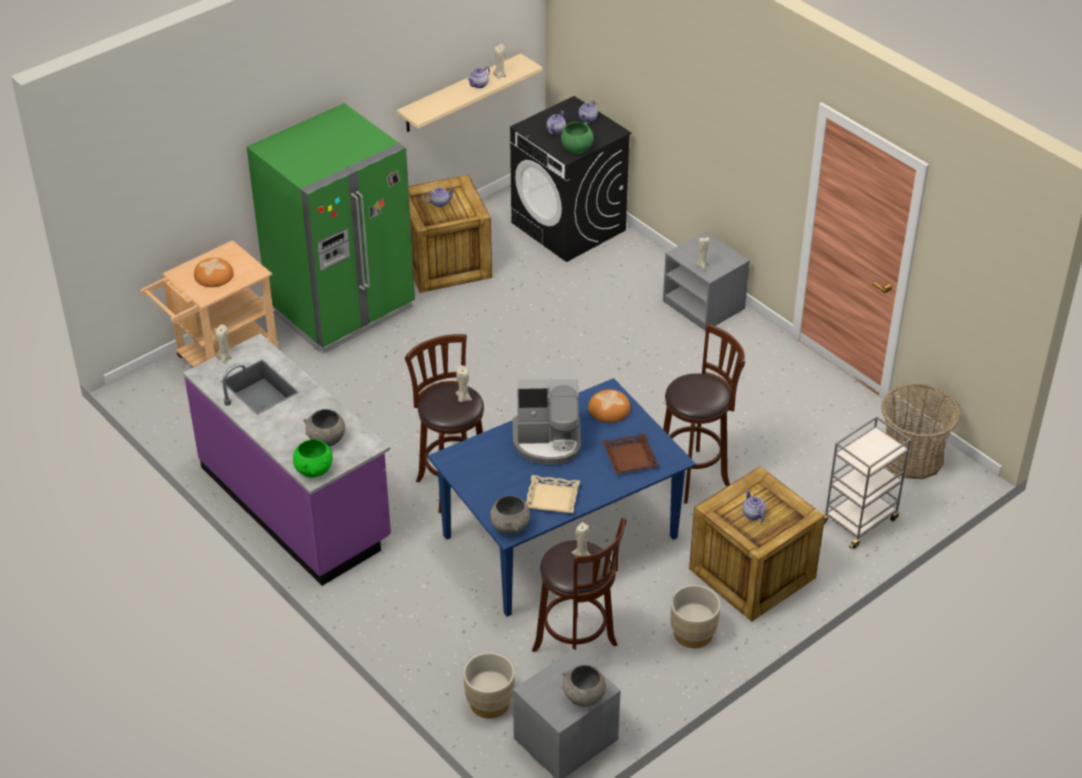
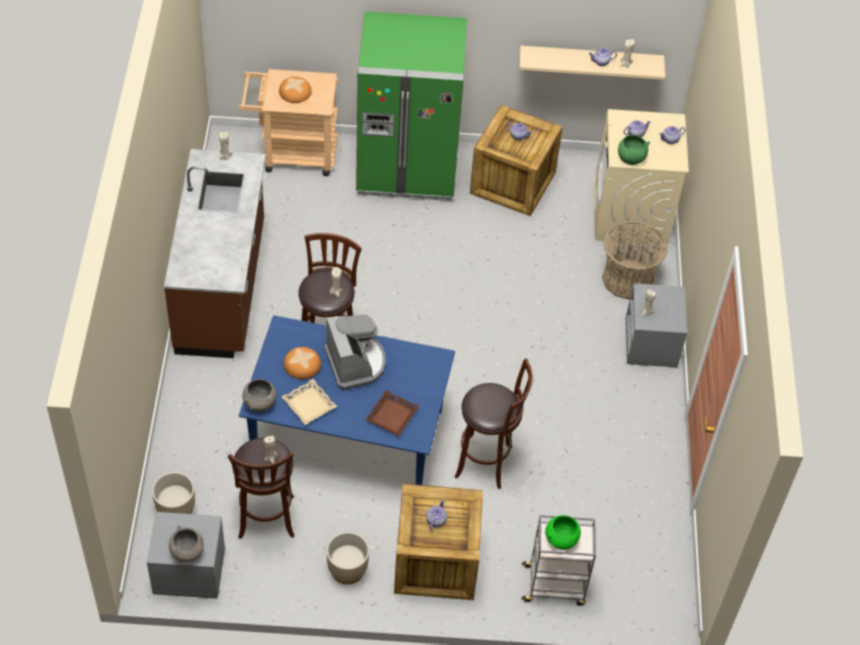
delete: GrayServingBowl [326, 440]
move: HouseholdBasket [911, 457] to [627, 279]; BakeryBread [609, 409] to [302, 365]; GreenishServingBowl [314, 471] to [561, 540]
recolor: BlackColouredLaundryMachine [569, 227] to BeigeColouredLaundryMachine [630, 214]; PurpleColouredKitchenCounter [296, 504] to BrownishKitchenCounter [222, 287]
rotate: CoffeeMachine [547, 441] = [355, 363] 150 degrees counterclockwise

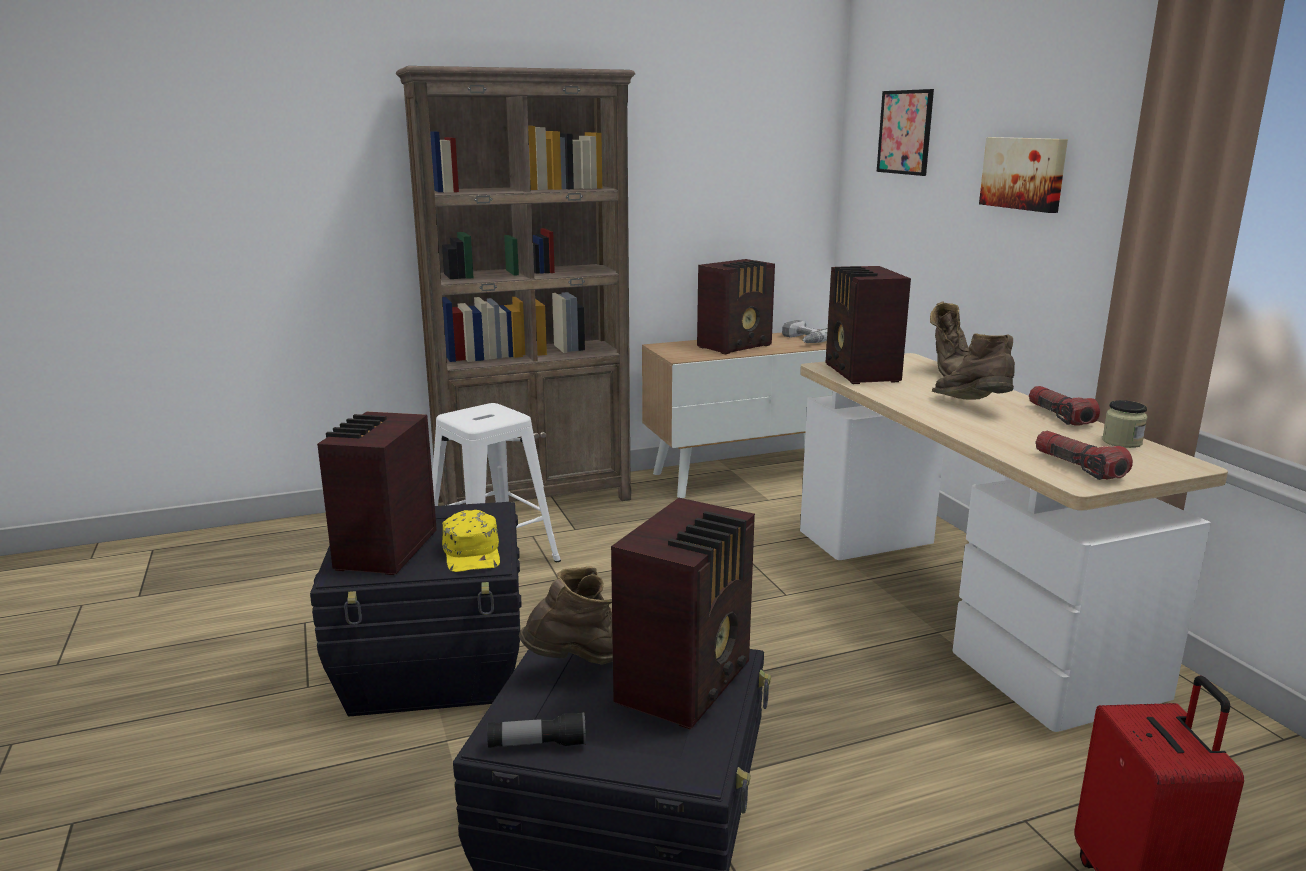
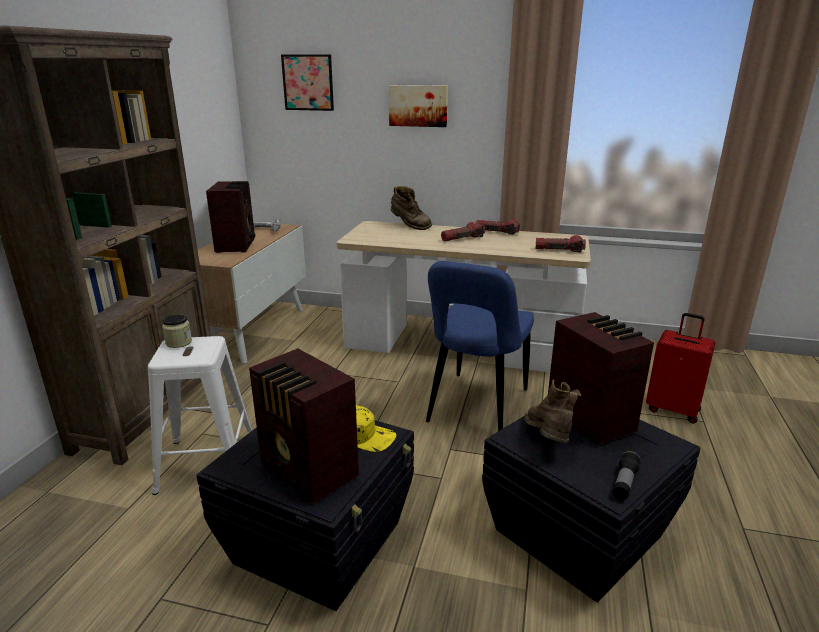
delete: RadioSet [861, 373]
insert: BlueColouredChair [475, 408]
move: Jar [1122, 442] to [178, 342]
replace: BrownishBoot [972, 407] to Flashlight [462, 239]

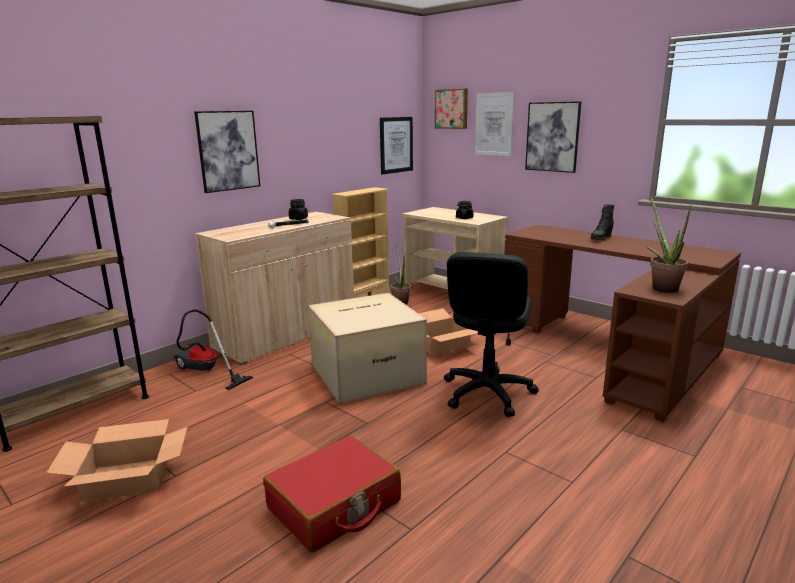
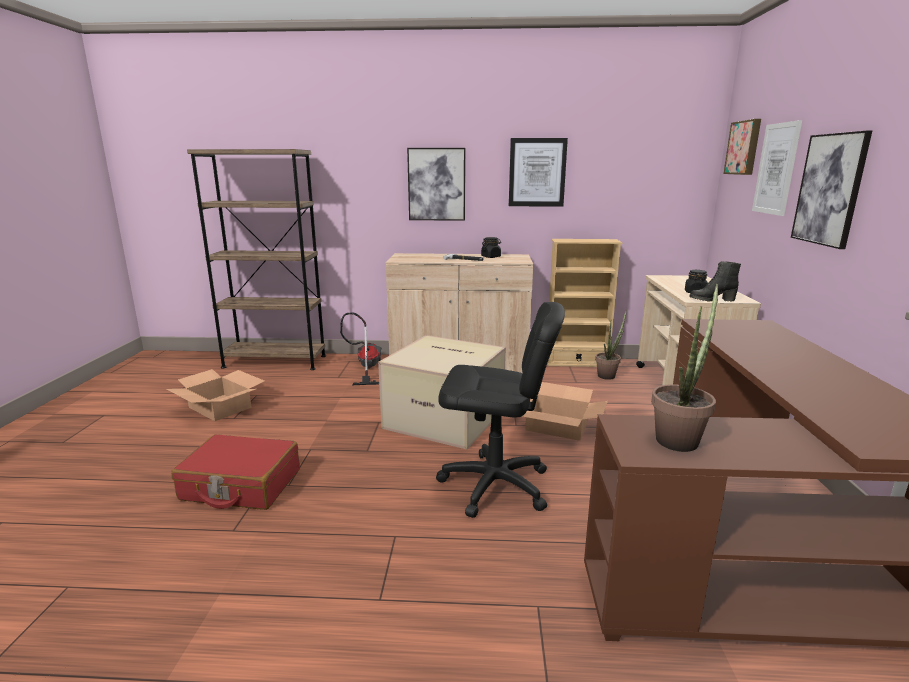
move: Picture [396, 145] to [537, 172]; BlackColouredBoot [600, 238] to [711, 300]
rotate: BlackColouredDeskChair [487, 393] = [495, 485] 150 degrees counterclockwise

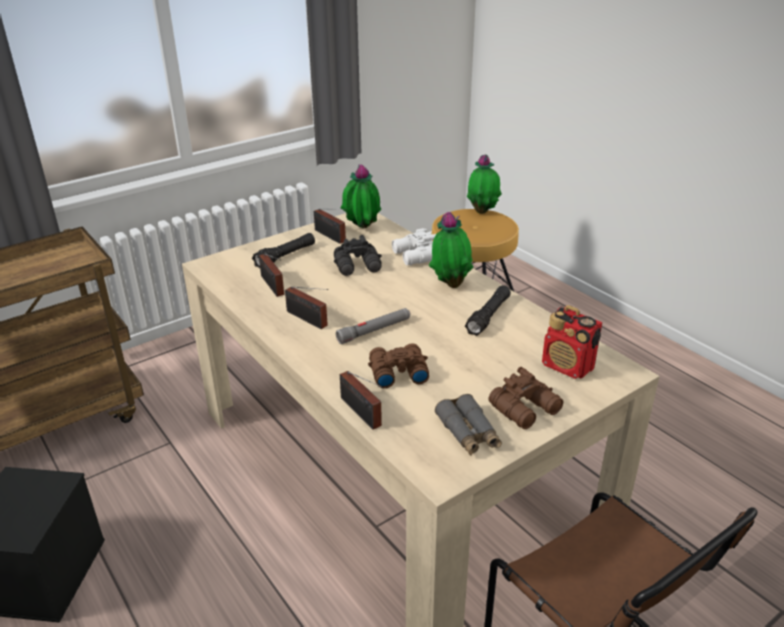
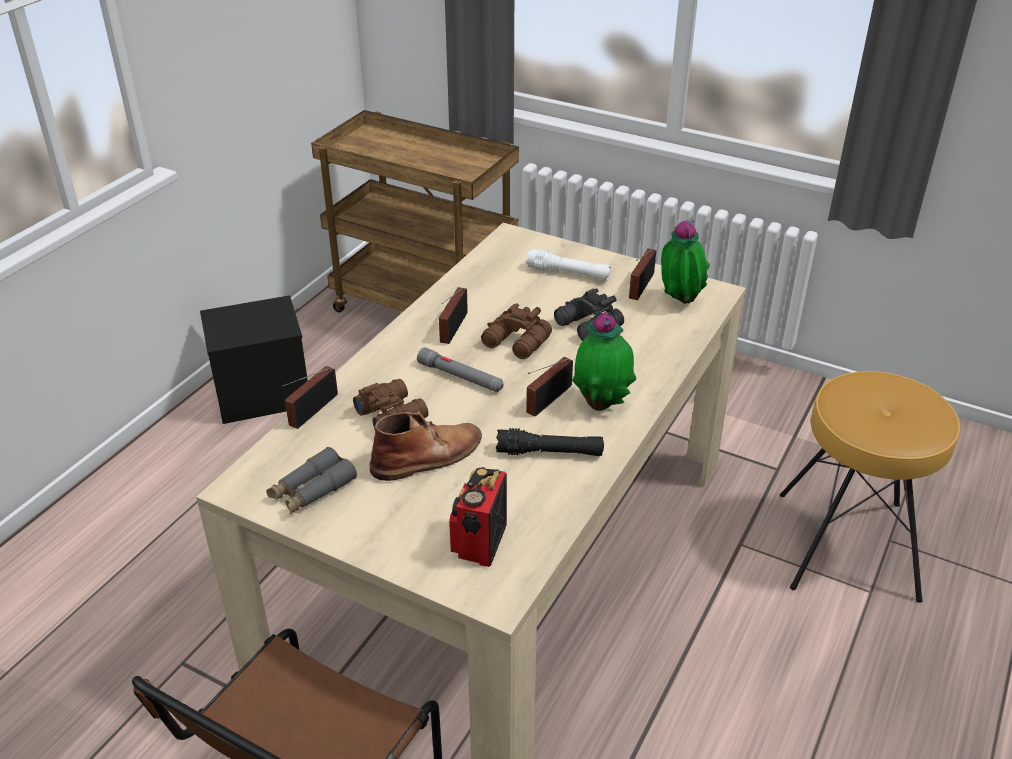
delete: PlantInAPot [482, 211]; WhitishPairOfBinoculars [415, 256]
insert: BrownishBoot [428, 456]
move: RadioSet [272, 286] to [546, 400]; BrownishPairOfBinoculars [526, 409] to [516, 343]
recolor: BlackColouredFlashlight [285, 256] to WhitishFlashlight [568, 273]

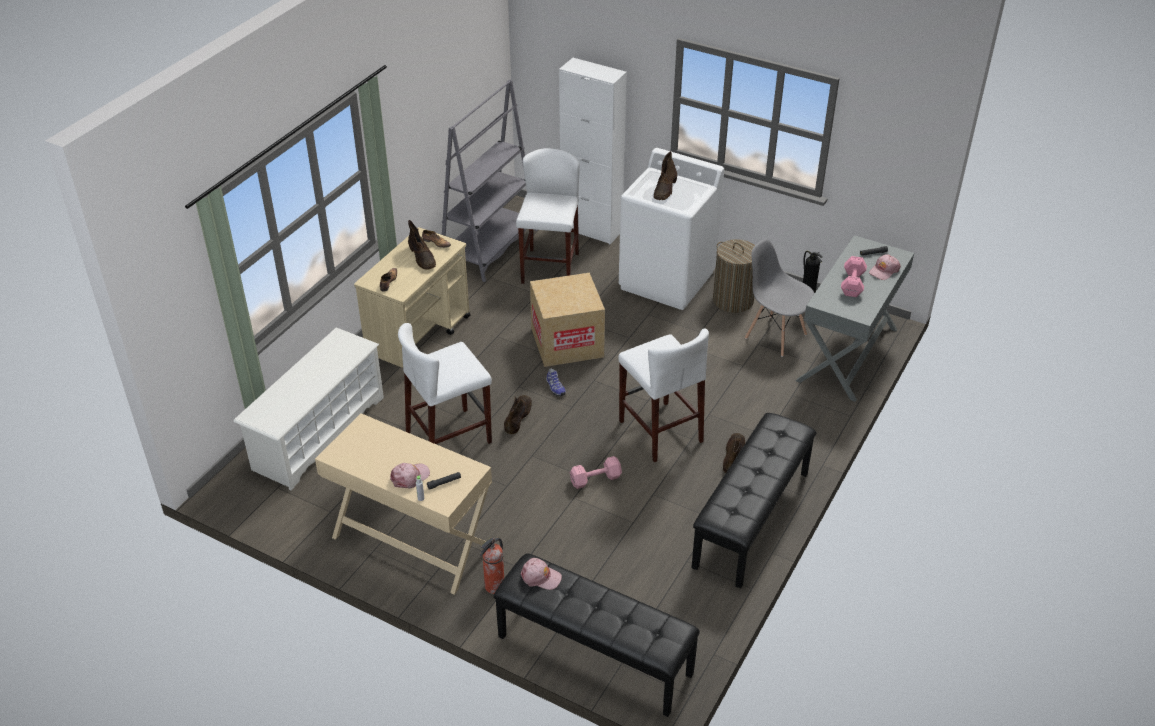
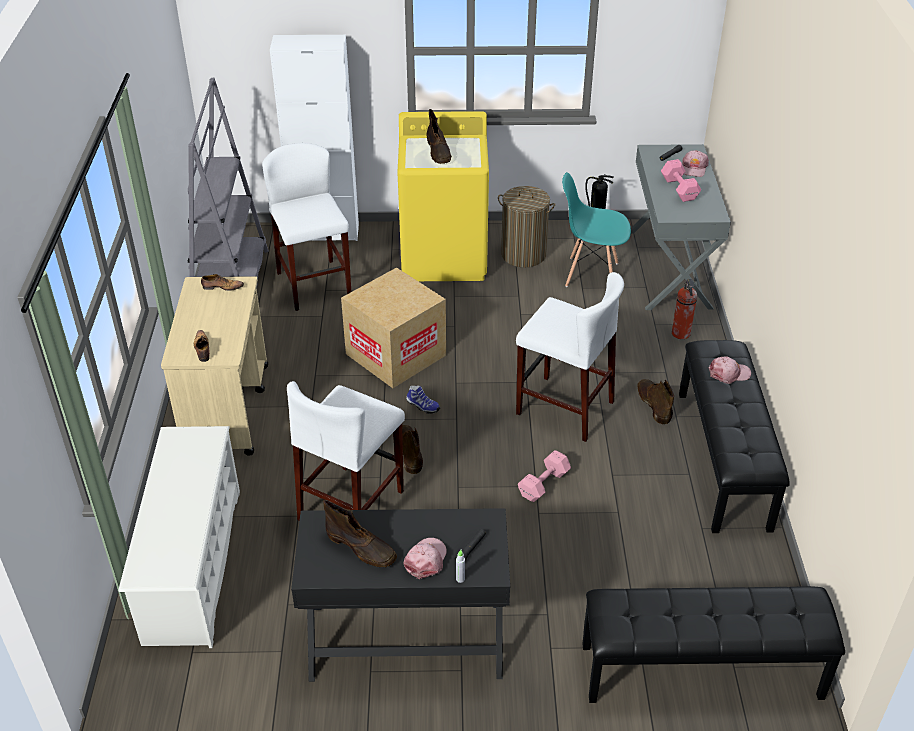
move: BrownishBoot [422, 257] to [362, 548]; Extinguisher [494, 587] to [681, 334]; PinkCap [540, 577] to [729, 373]
recolor: WhitishLaundryMachine [667, 280] to YellowLaundryMachine [444, 257]; GrayChair [775, 336] to TurquoiseColouredChair [591, 274]; BeigeColouredDeskUnit [412, 542] to BlackColouredDeskUnit [406, 641]

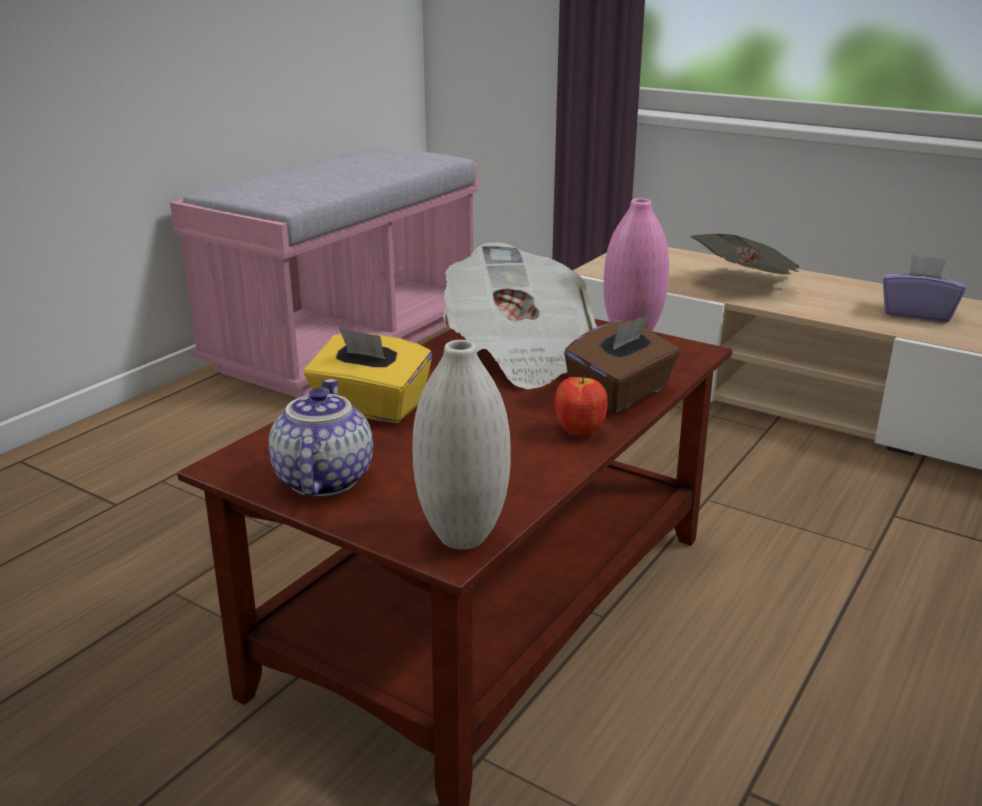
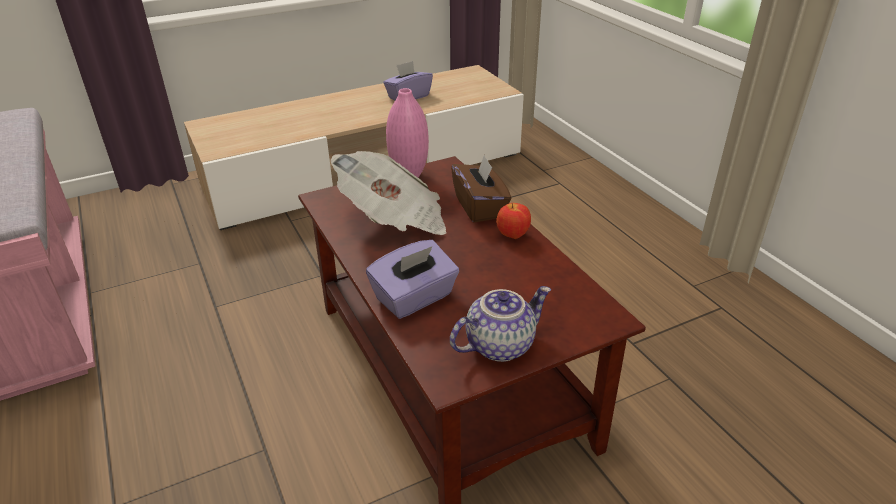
delete: PrintedPaper [746, 284]; WhitishVase [462, 537]
recolor: YellowBoxOfTissues [370, 407] to PurpleColouredBoxOfTissues [415, 298]
rotate: TeaPot [321, 479] = [499, 344] 120 degrees clockwise

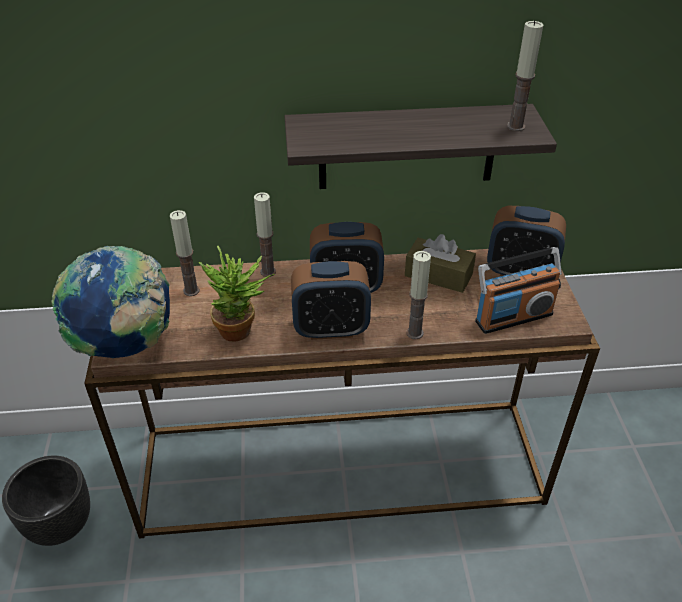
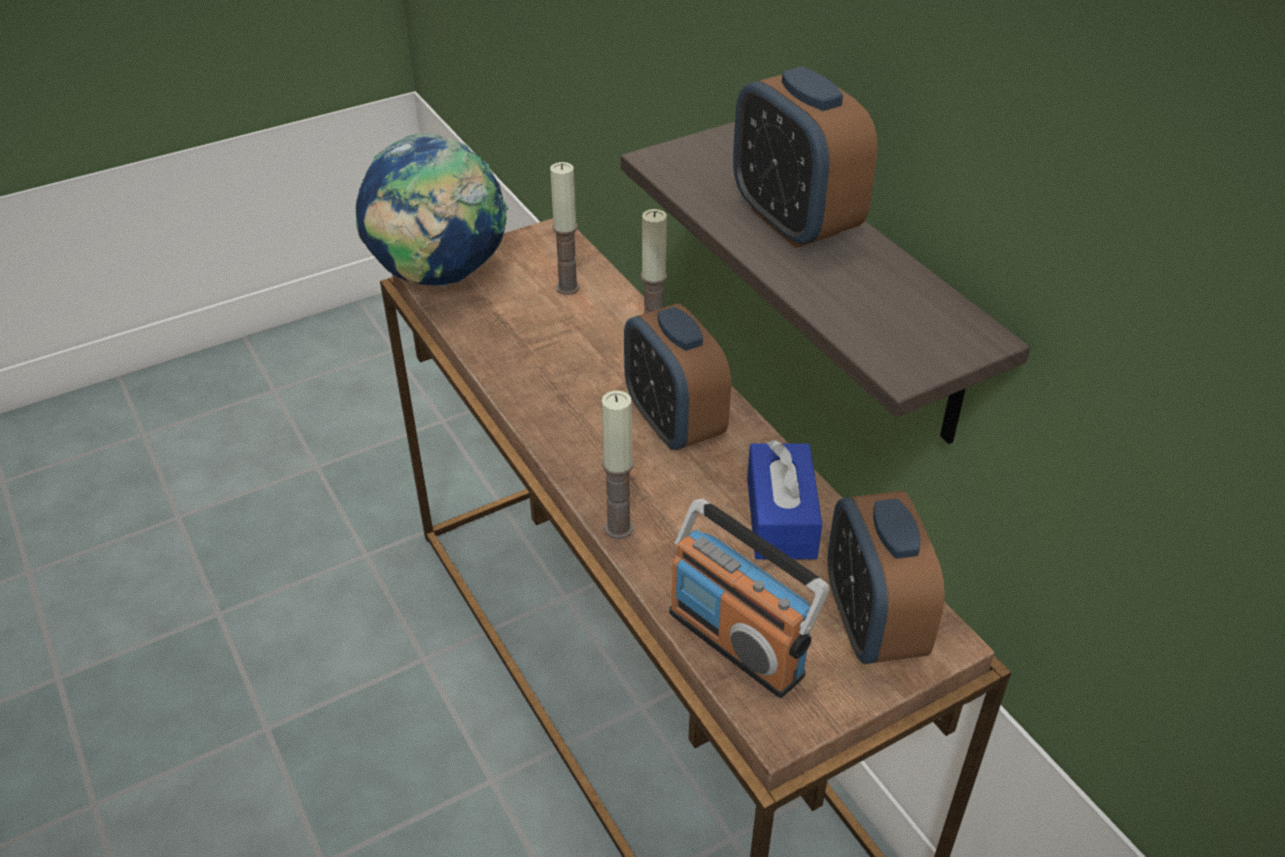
delete: WaxCandle [516, 126]; PlantInAPot [242, 331]; BlackColouredPlanter [60, 526]
move: BedsideClock [331, 329] to [794, 221]
recolor: BrownishBoxOfTissues [438, 275] to BlueColouredBoxOfTissues [781, 517]

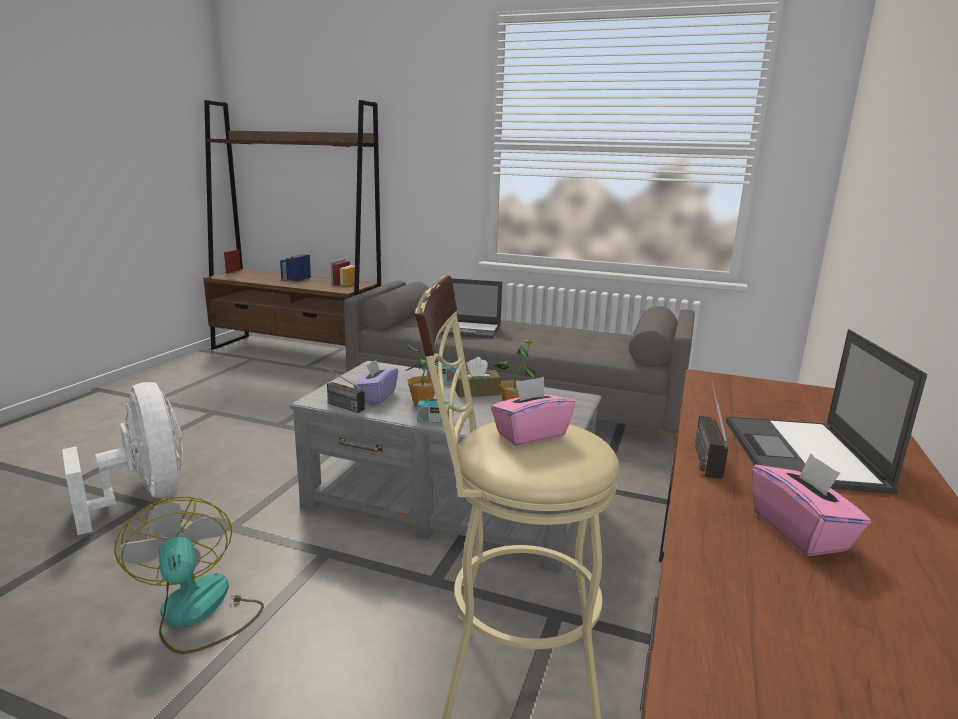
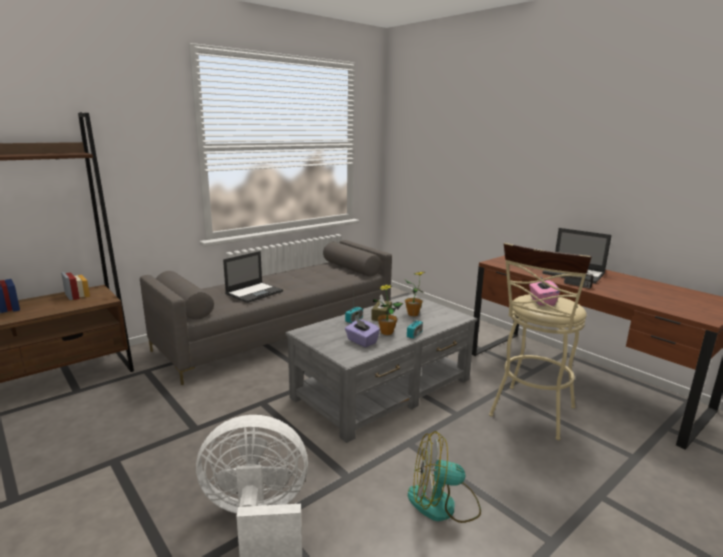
delete: RadioSet [337, 404]; PinkBoxOfTissues [800, 531]

